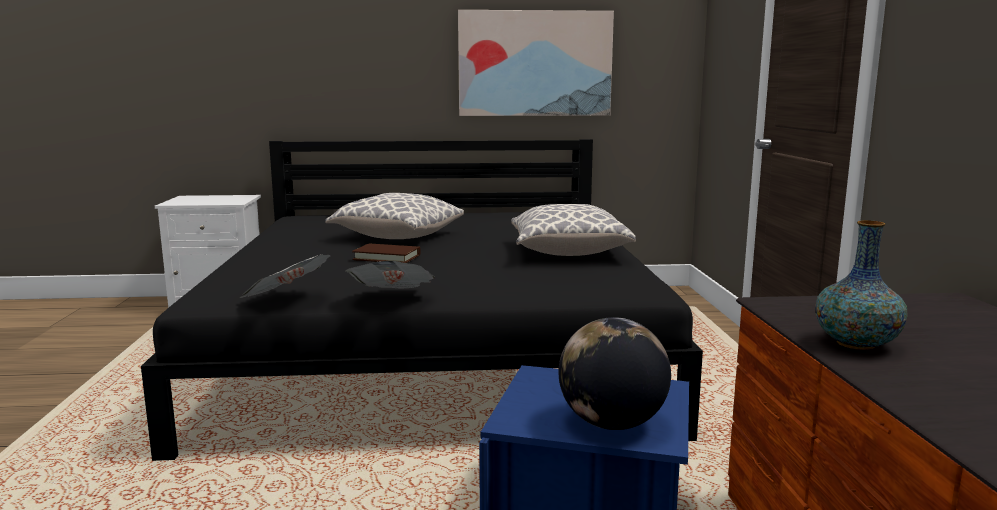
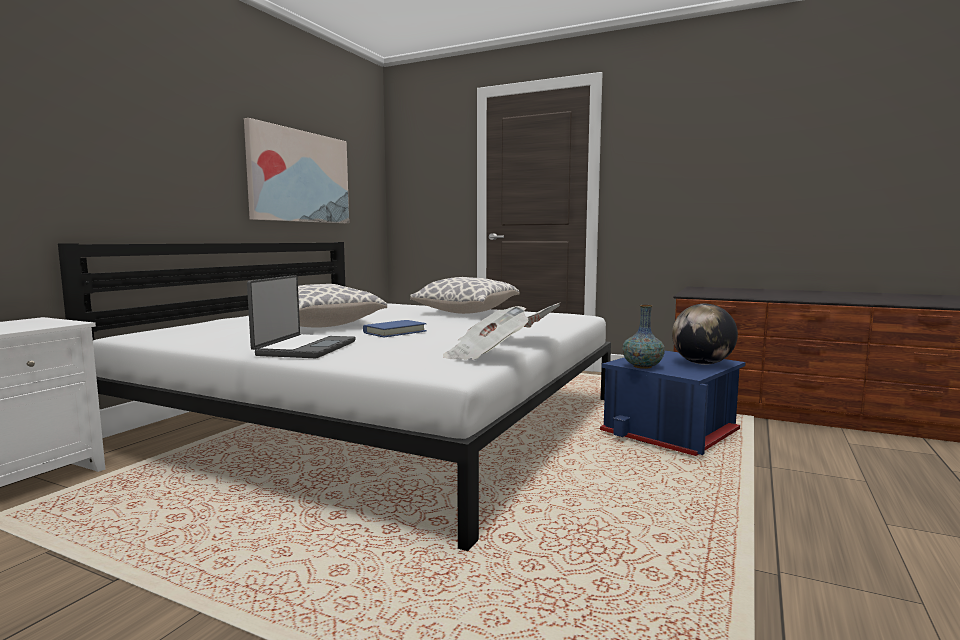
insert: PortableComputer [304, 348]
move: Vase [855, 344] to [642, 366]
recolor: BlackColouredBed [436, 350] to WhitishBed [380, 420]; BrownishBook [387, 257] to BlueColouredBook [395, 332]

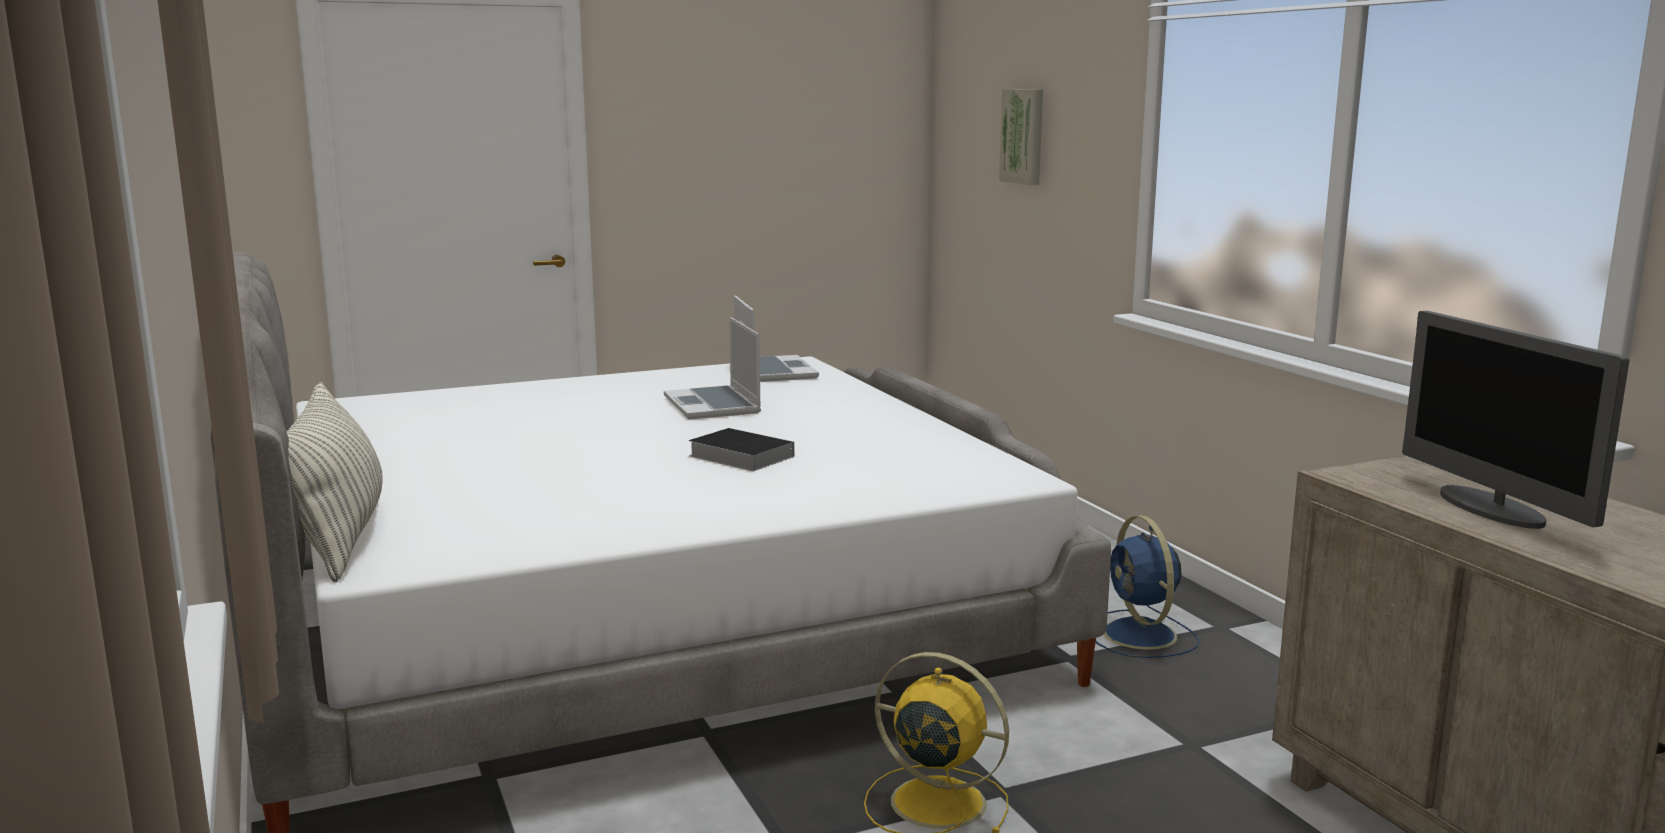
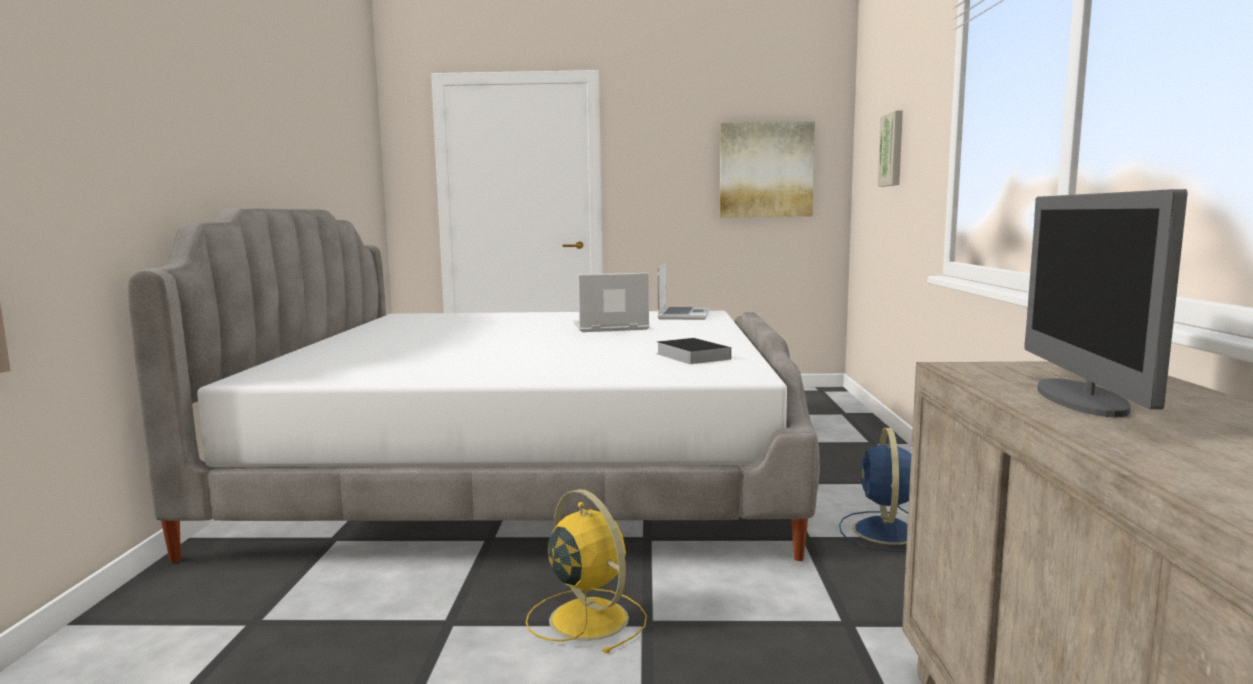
delete: Cushion [337, 537]
insert: Picture [766, 170]
move: Book [738, 456] to [690, 356]
rotate: PortableComputer [714, 405] = [609, 327] 75 degrees clockwise

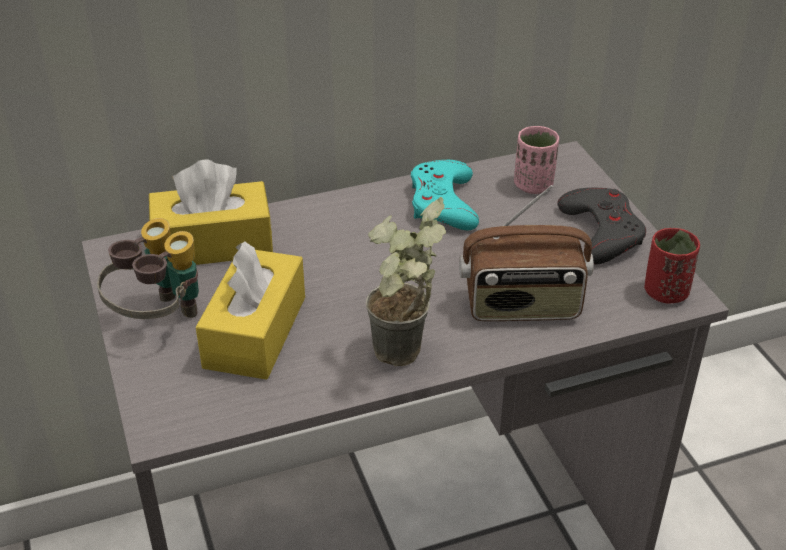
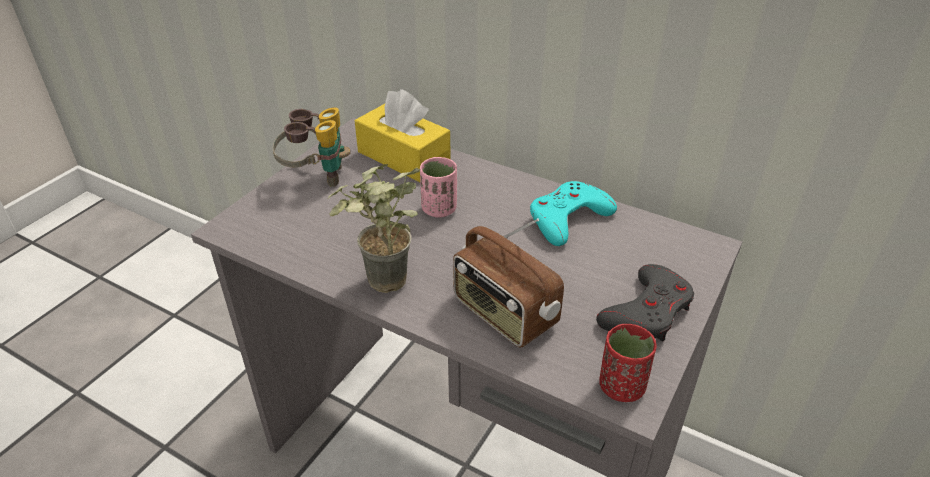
delete: YellowBoxOfTissues [255, 332]
move: PinkDrinkingCup [533, 185] to [439, 209]

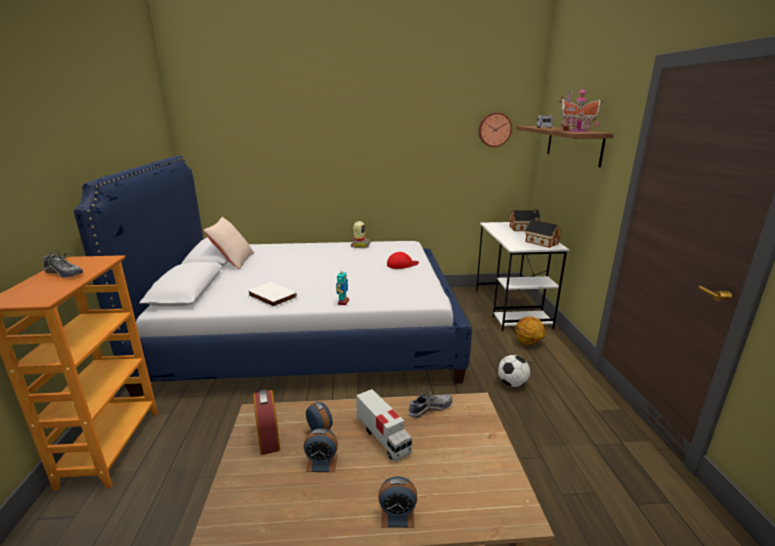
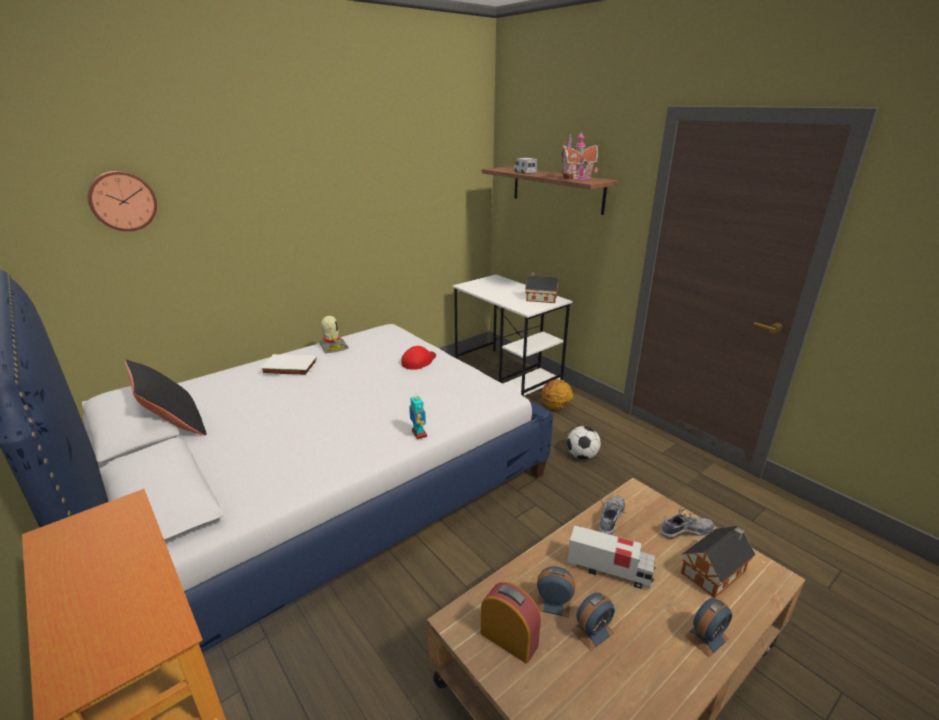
move: HangingClock [494, 129] to [122, 201]; ToyHouse [524, 229] to [715, 571]; Shoe [64, 274] to [685, 531]; WhitishBook [271, 297] to [289, 368]
recolor: BeigeColouredCushion [233, 261] to BlackColouredCushion [173, 424]

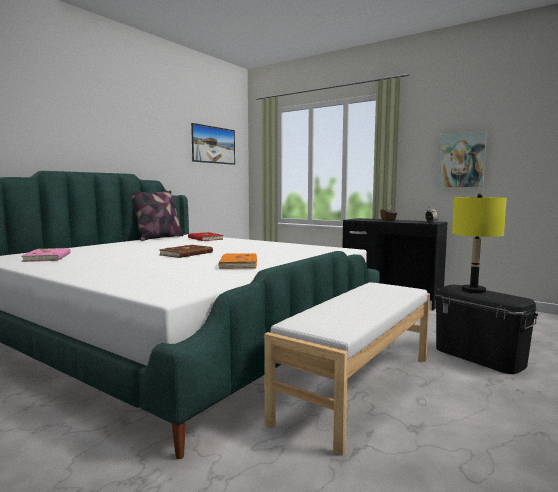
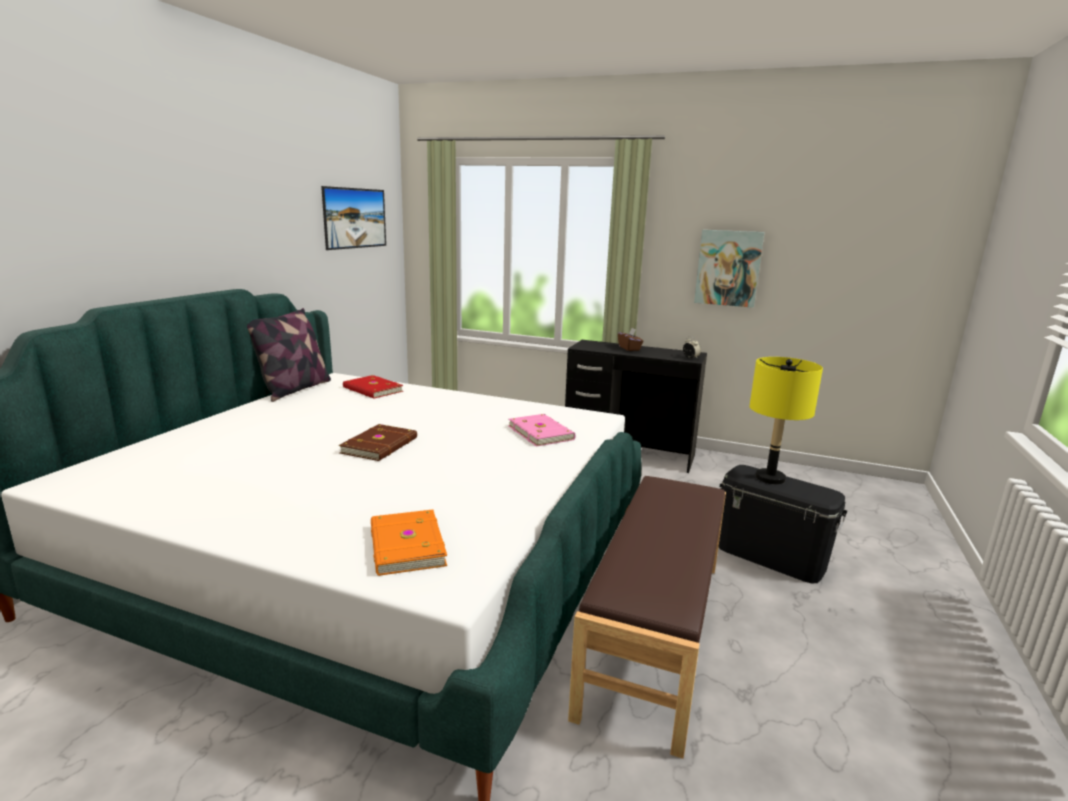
move: PinkBook [48, 257] to [541, 432]; OrangeyBook [237, 264] to [405, 546]
recolor: WhitishIndoorBench [357, 387] to BrownishIndoorBench [652, 632]

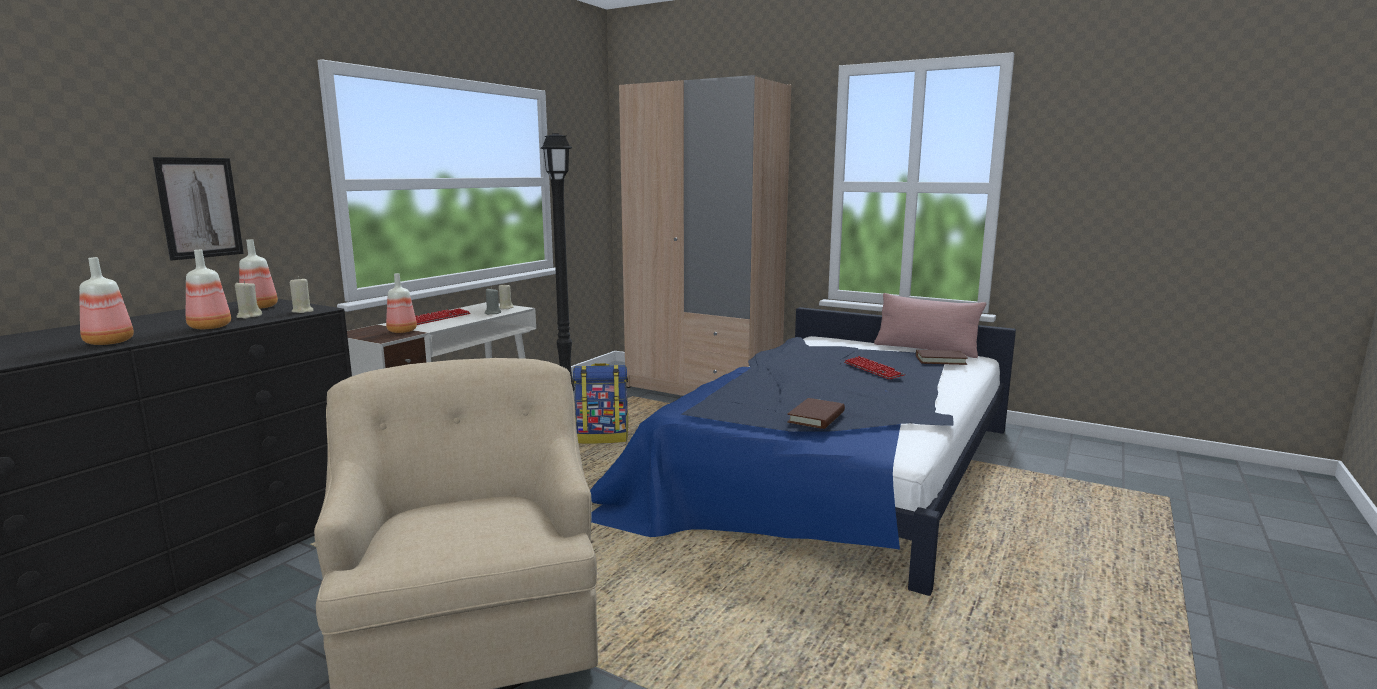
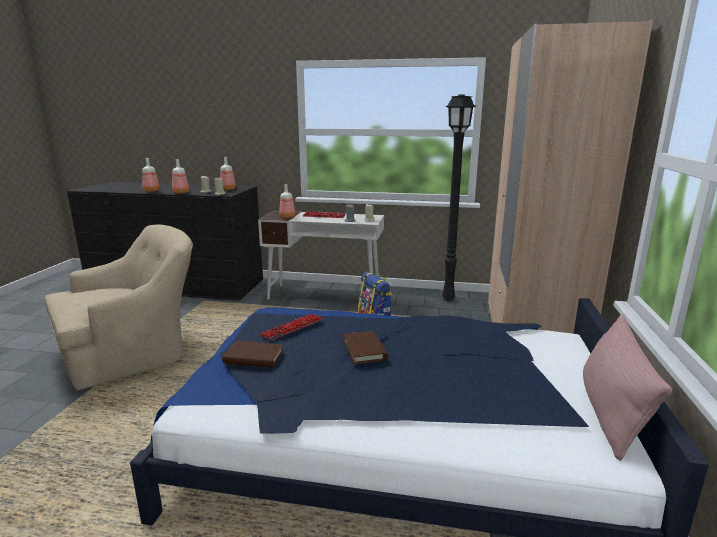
delete: Picture [199, 208]
move: BrownishBook [940, 360] to [364, 350]; ComputerKeyboard [873, 369] to [293, 328]

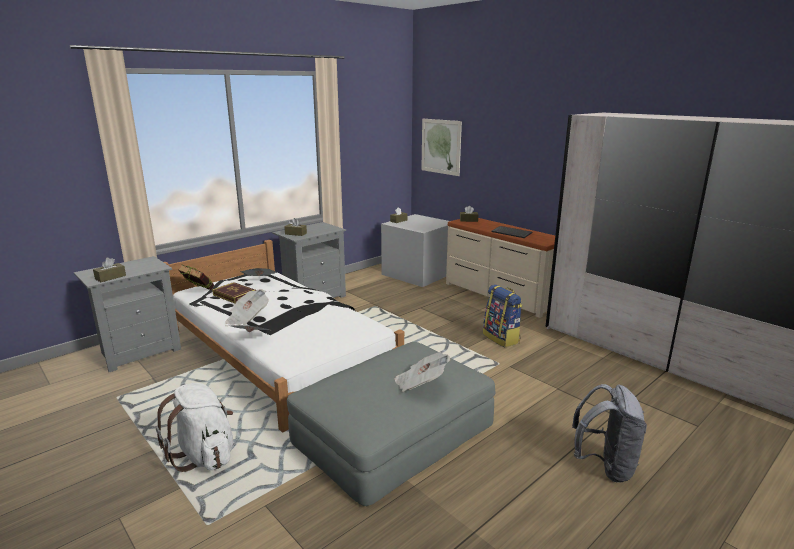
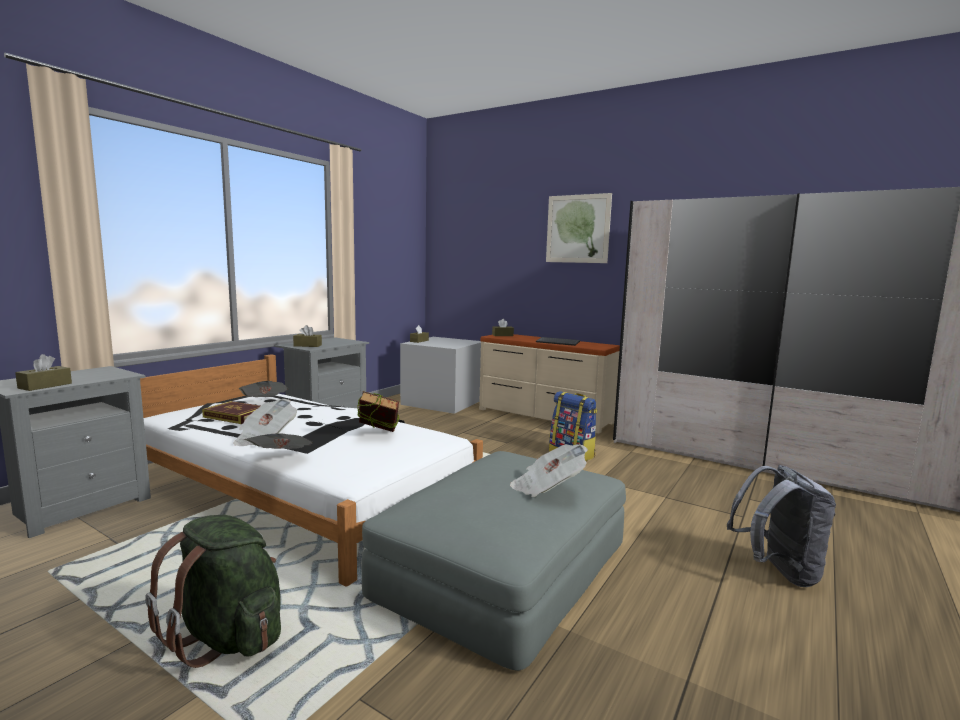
move: Picture [441, 146] to [577, 229]; Book [198, 292] to [378, 436]
recolor: WhitishBackpack [204, 455] to GreenishBackpack [228, 636]

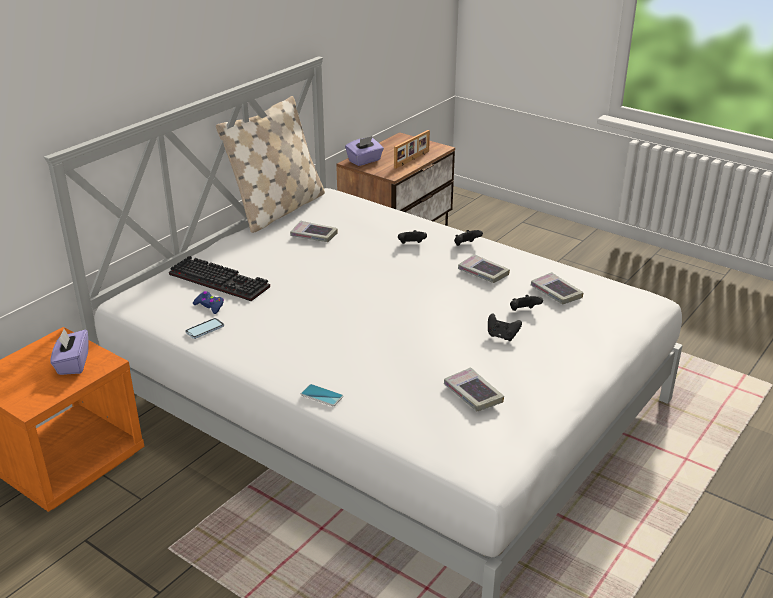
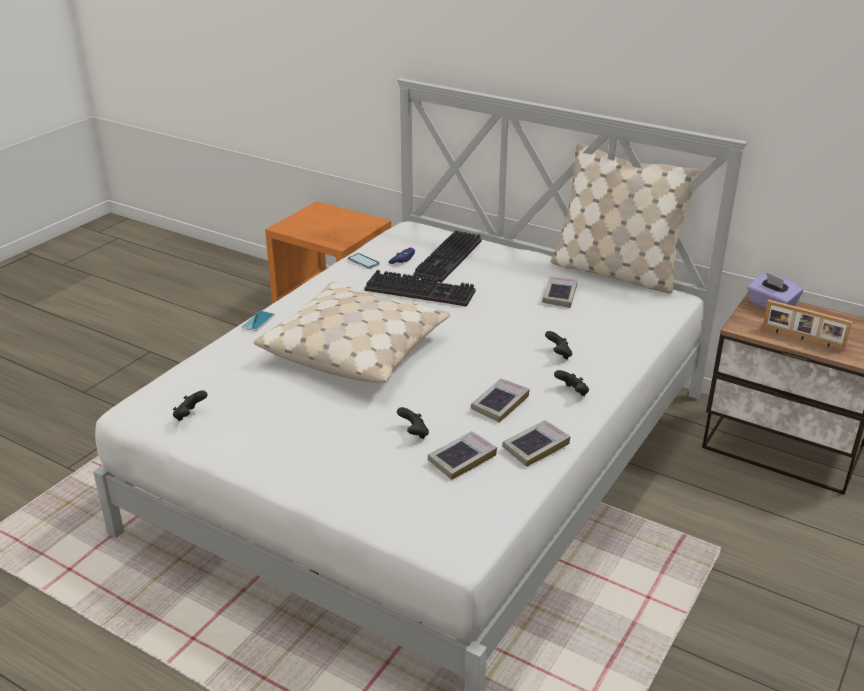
delete: PurpleColouredBoxOfTissues [72, 364]
insert: ComputerKeyboard [422, 290]; BeigeColouredCushion [355, 348]
move: BlackColouredGamepad [502, 336] to [190, 416]; Book [473, 394] to [535, 446]

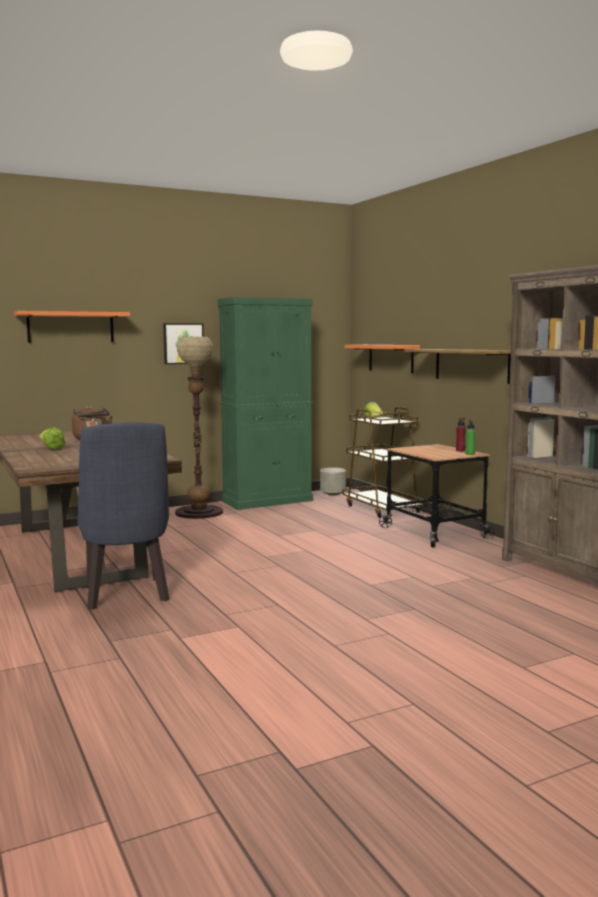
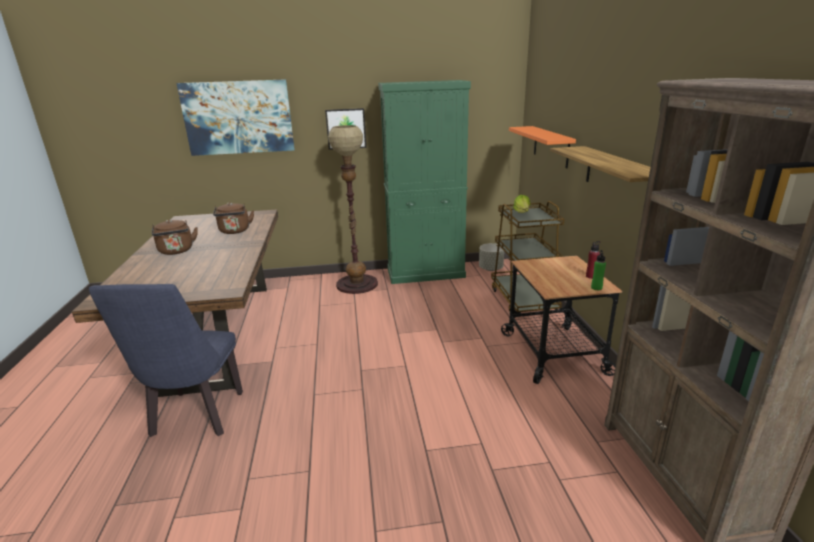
replace: OrangeyWallShelf [71, 327] to Picture [238, 117]; Lettuce [51, 448] to BrownishWaterKettle [176, 251]

